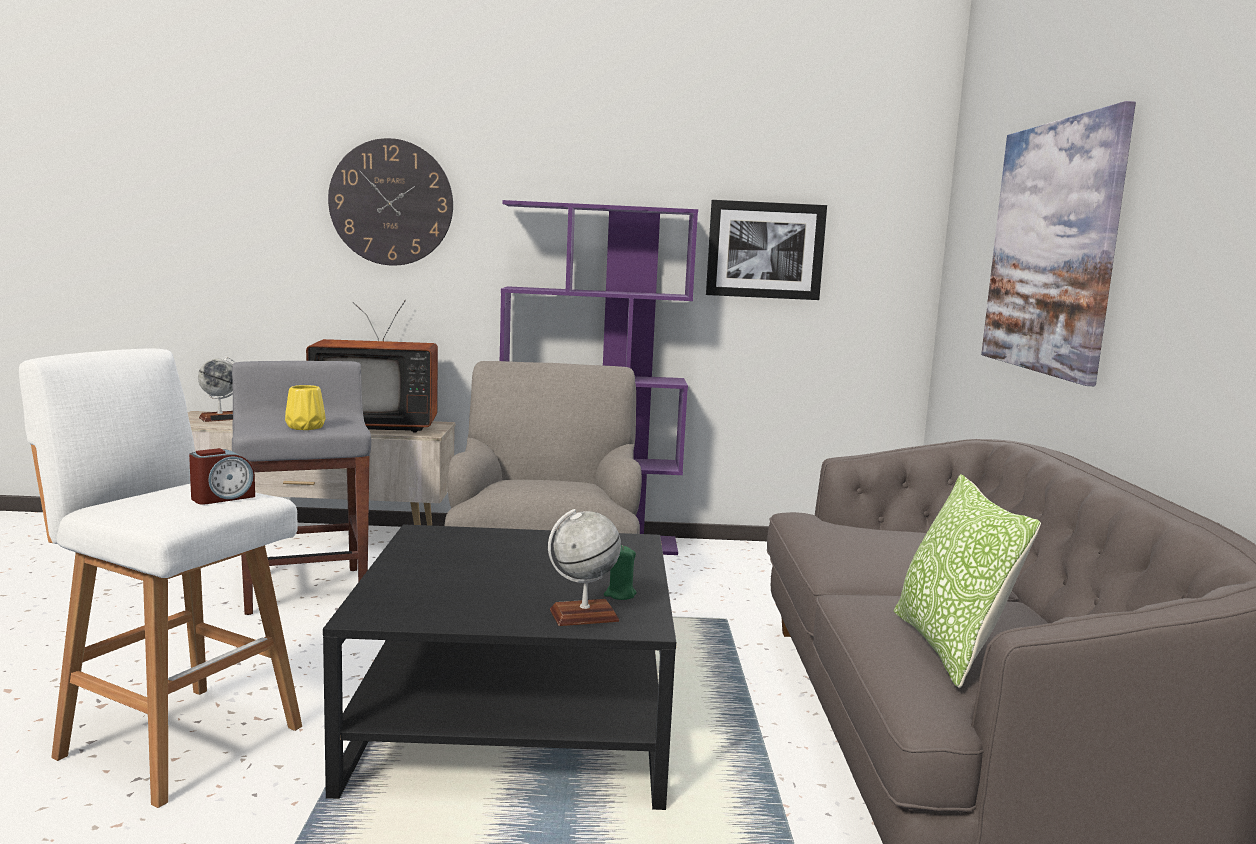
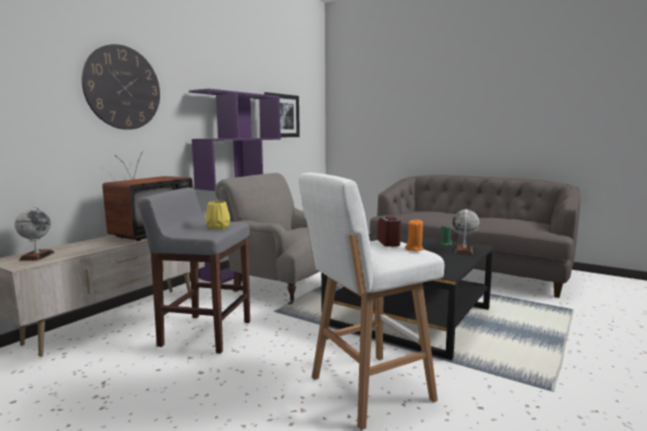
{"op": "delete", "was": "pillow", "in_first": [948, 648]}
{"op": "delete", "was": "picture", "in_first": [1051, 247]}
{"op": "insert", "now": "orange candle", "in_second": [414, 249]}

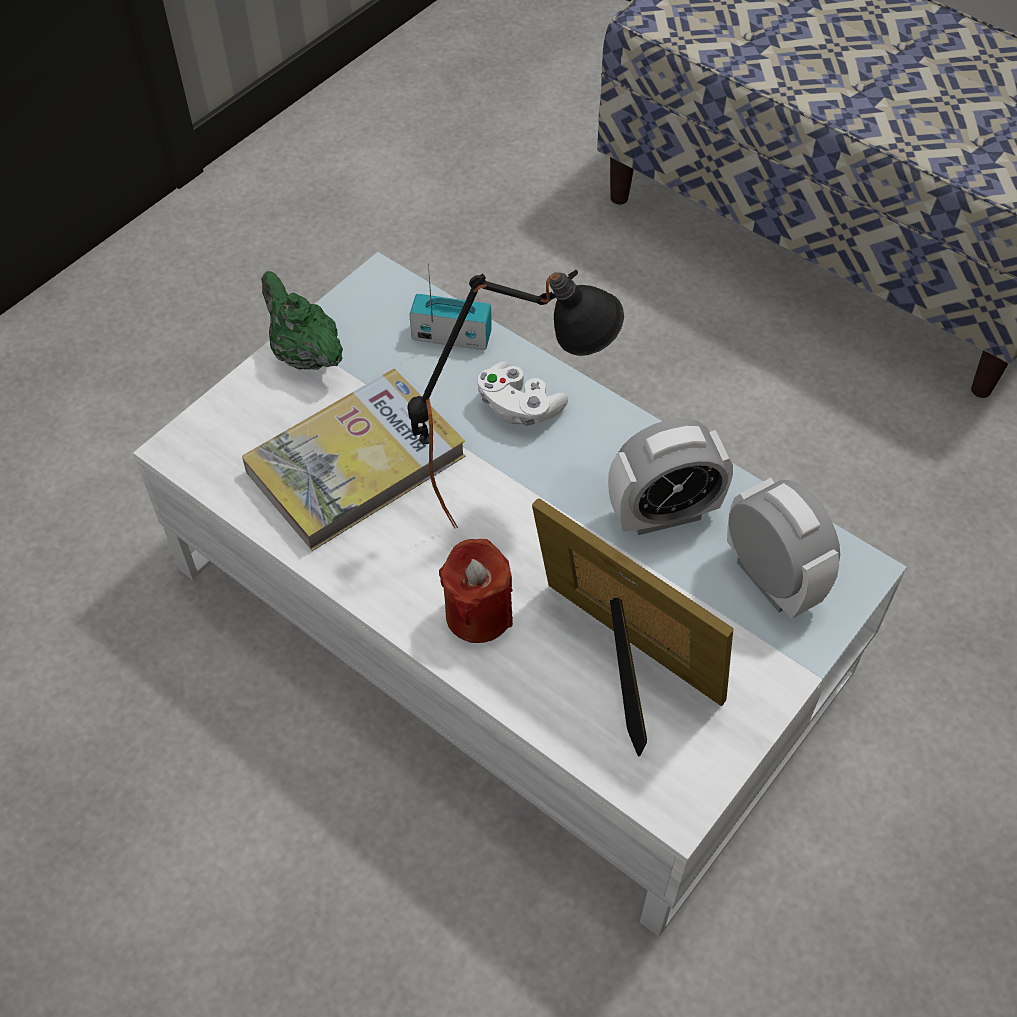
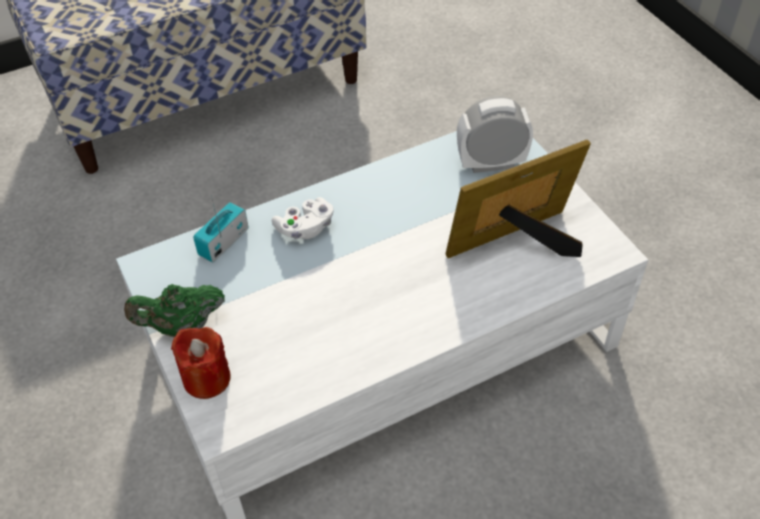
{"op": "delete", "was": "book", "in_first": [356, 463]}
{"op": "delete", "was": "black table lamp", "in_first": [512, 489]}
{"op": "delete", "was": "alarm clock", "in_first": [663, 514]}
{"op": "move", "was": "red candle", "in_first": [478, 614], "in_second": [206, 378]}

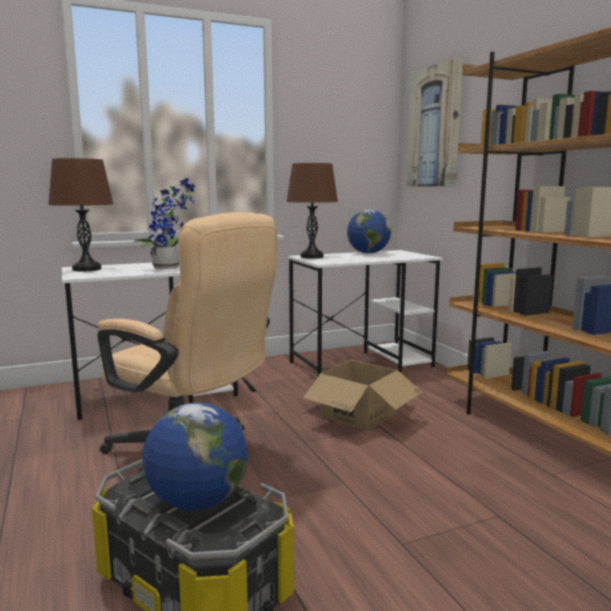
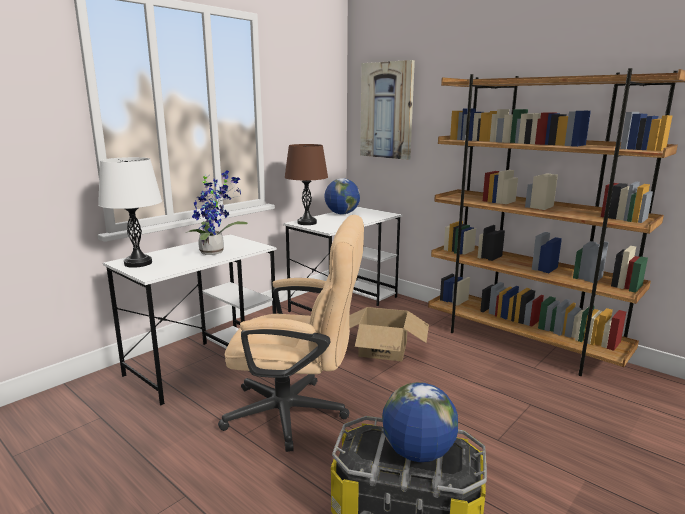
{"op": "recolor", "was": "brown table lamp", "now": "white table lamp", "in_first": [87, 269], "in_second": [138, 263]}

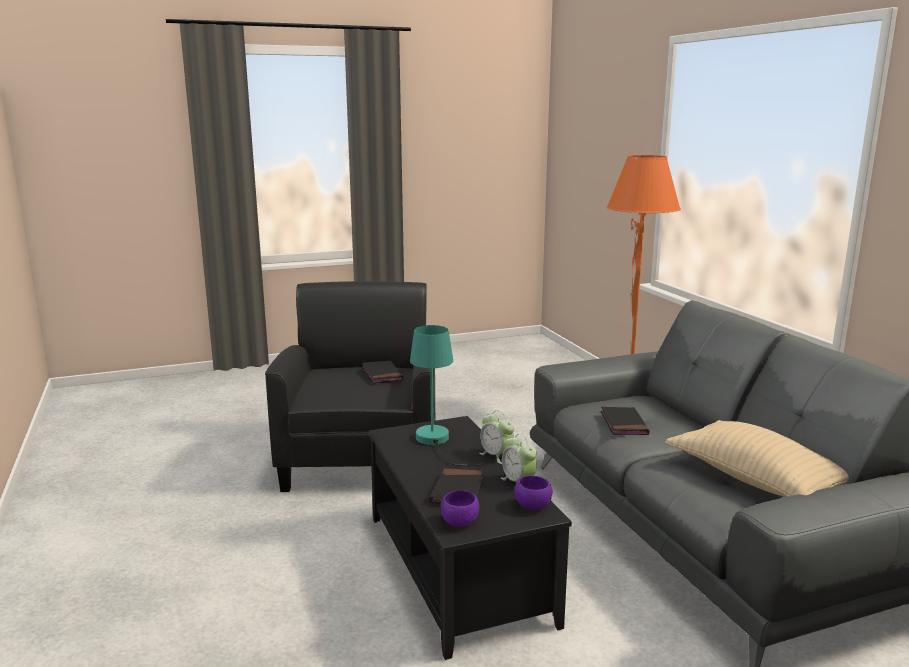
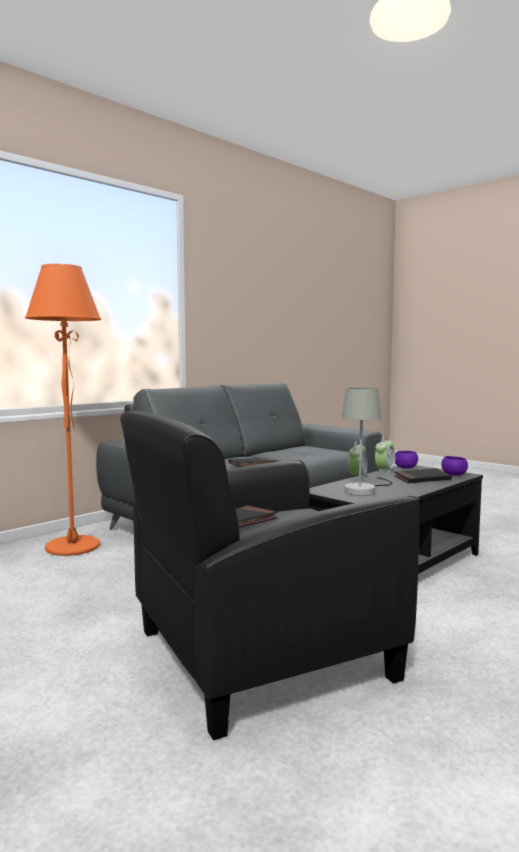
{"op": "delete", "was": "beige pillow", "in_first": [755, 480]}
{"op": "recolor", "was": "turquoise table lamp", "now": "grey table lamp", "in_first": [436, 442], "in_second": [365, 490]}

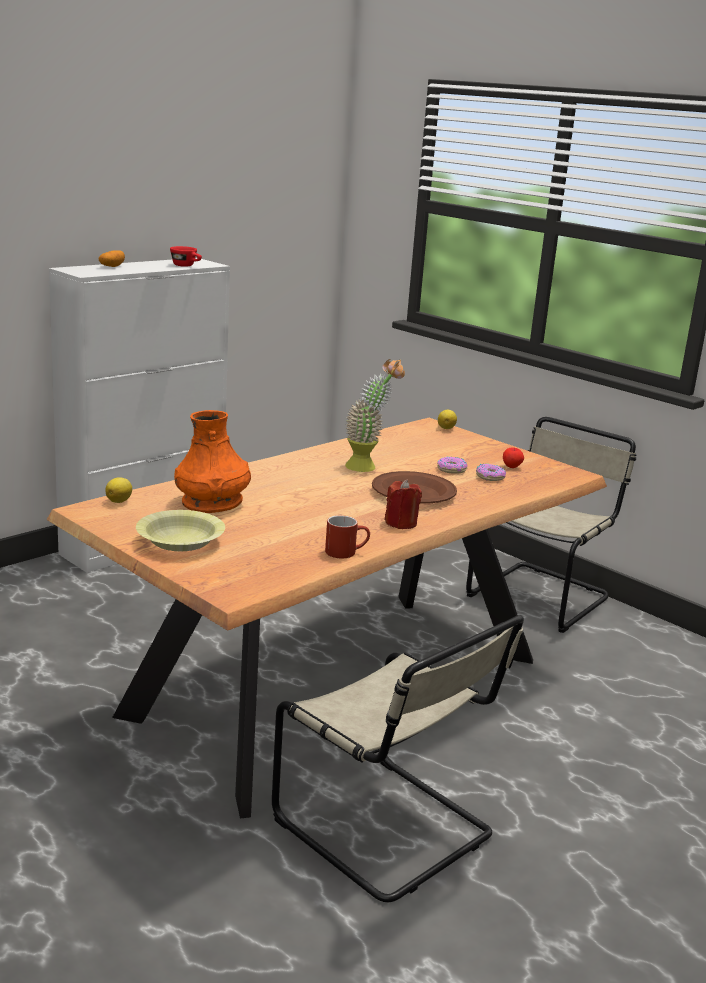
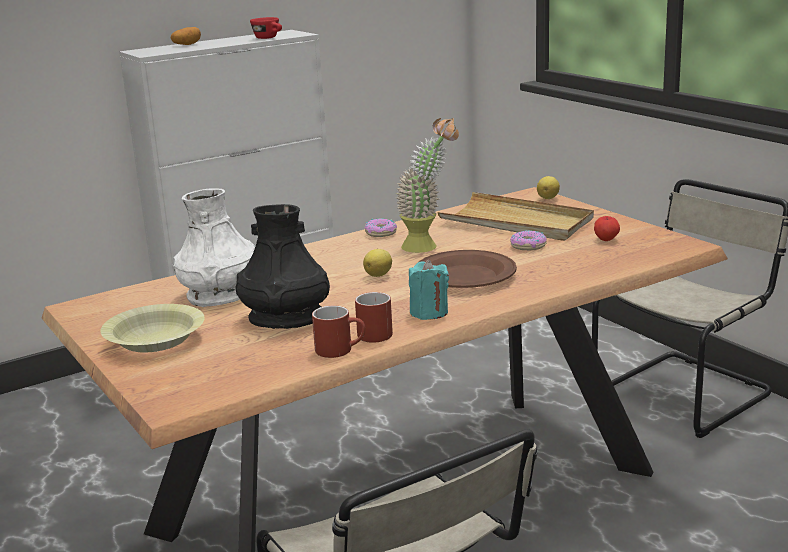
{"op": "insert", "now": "black vase", "in_second": [286, 318]}
{"op": "insert", "now": "red mug", "in_second": [371, 332]}
{"op": "insert", "now": "beige tray", "in_second": [516, 222]}
{"op": "move", "was": "lemon", "in_first": [119, 501], "in_second": [379, 275]}
{"op": "move", "was": "donut", "in_first": [490, 477], "in_second": [381, 233]}
{"op": "recolor", "was": "orange vase", "now": "white vase", "in_first": [212, 503], "in_second": [221, 294]}
{"op": "recolor", "was": "red candle", "now": "turquoise candle", "in_first": [401, 523], "in_second": [429, 312]}

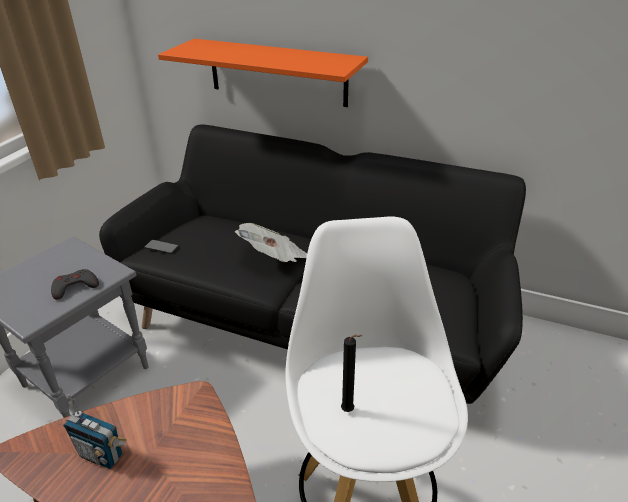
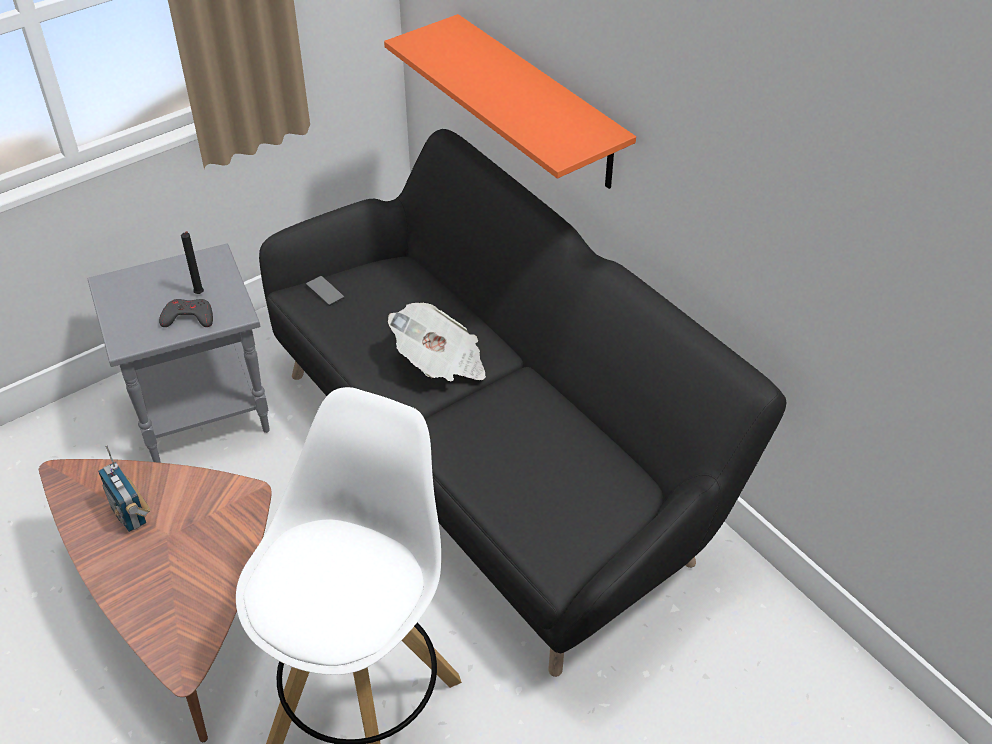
{"op": "move", "was": "black candle", "in_first": [349, 411], "in_second": [200, 294]}

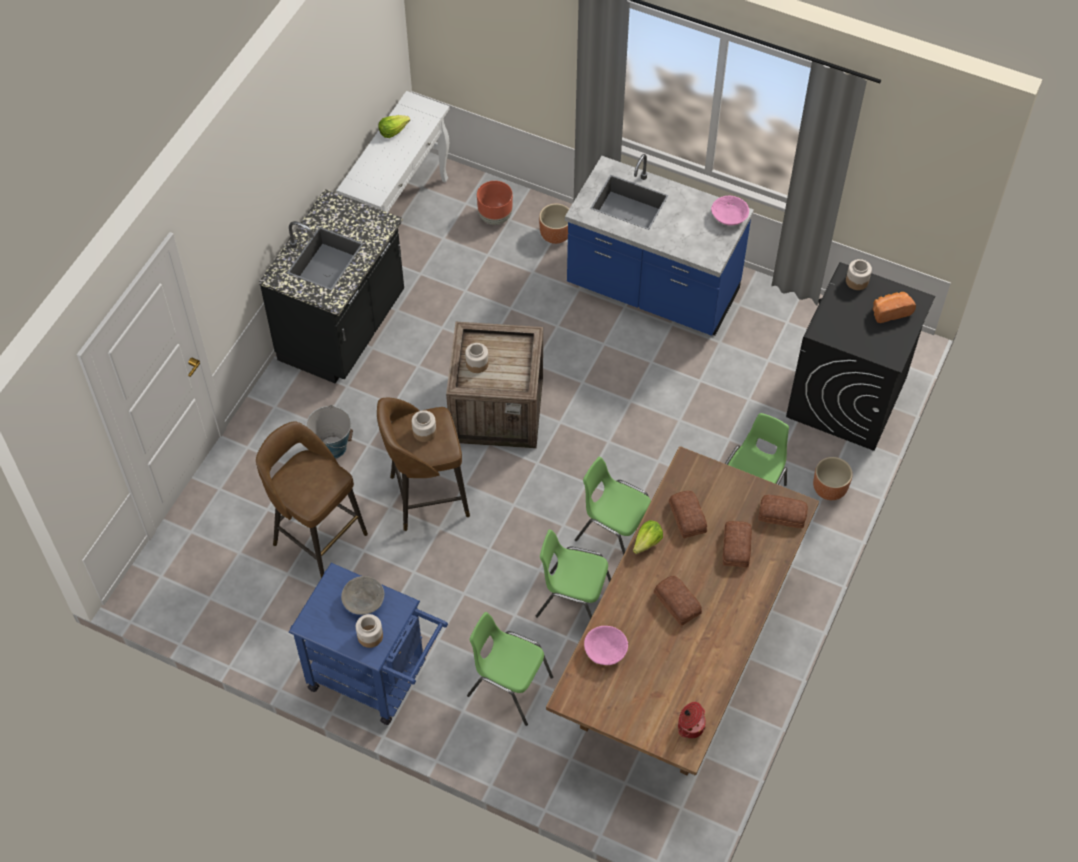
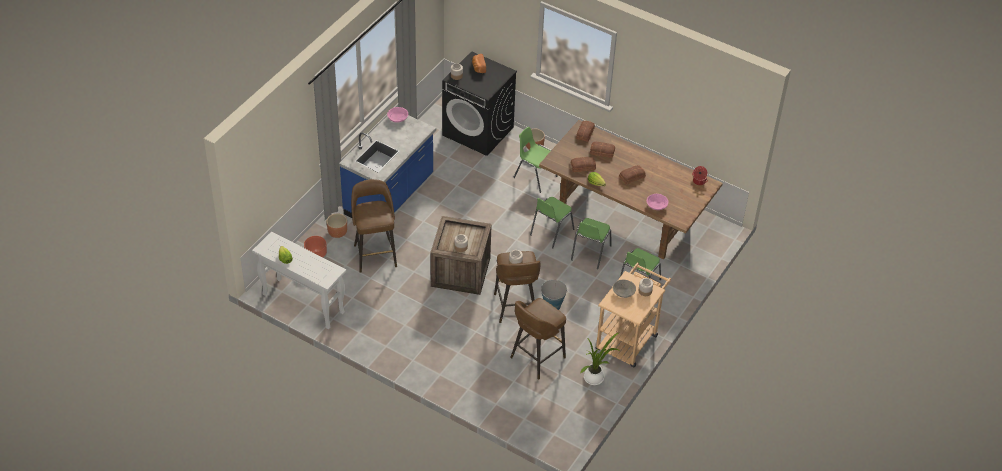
{"op": "delete", "was": "black counter", "in_first": [344, 329]}
{"op": "insert", "now": "brown stool", "in_second": [375, 254]}
{"op": "insert", "now": "potted plant", "in_second": [595, 378]}
{"op": "move", "was": "bucket", "in_first": [332, 447], "in_second": [552, 305]}
{"op": "recolor", "was": "blue cart", "now": "beige cart", "in_first": [376, 678], "in_second": [629, 338]}

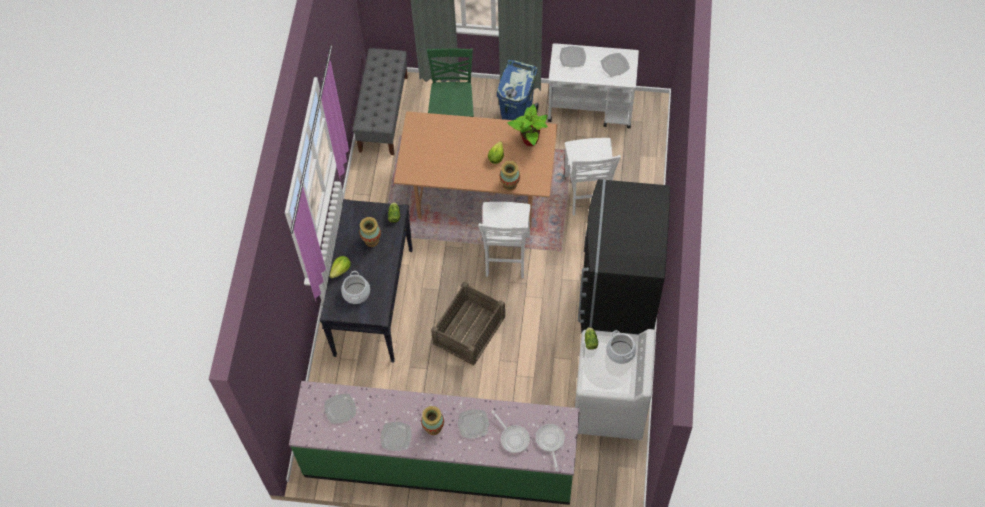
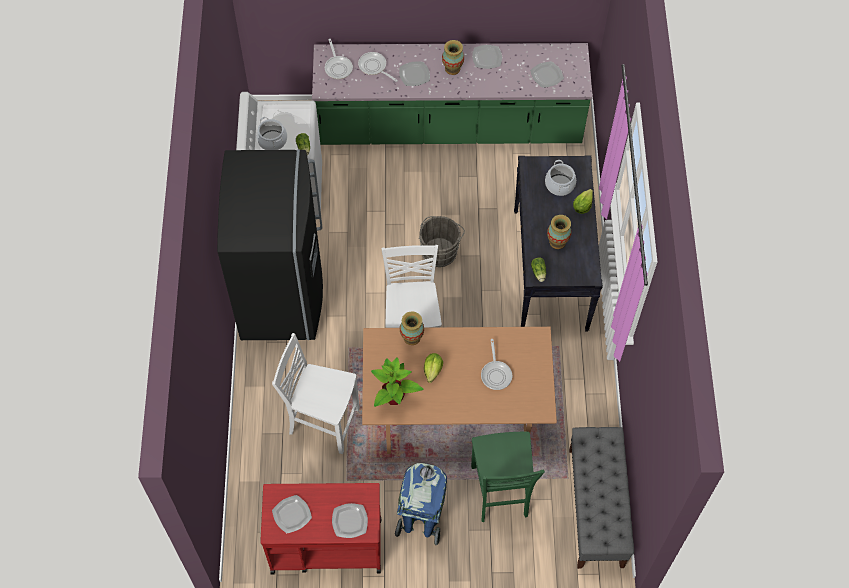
{"op": "insert", "now": "frying pan", "in_second": [496, 374]}
{"op": "replace", "was": "crate", "now": "grey bucket", "in_first": [469, 330], "in_second": [440, 250]}
{"op": "recolor", "was": "white cart", "now": "red cart", "in_first": [591, 108], "in_second": [325, 545]}
{"op": "rotate", "was": "white chair", "in_first": [588, 194], "in_second": [322, 421], "clockwise": -60}

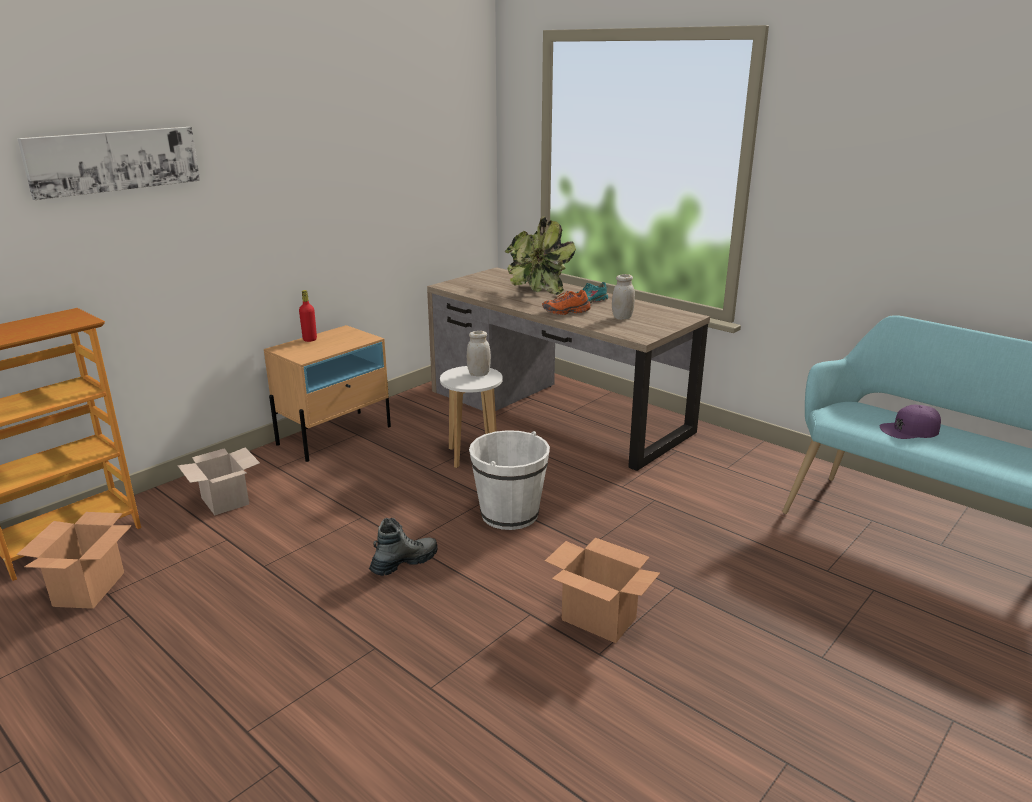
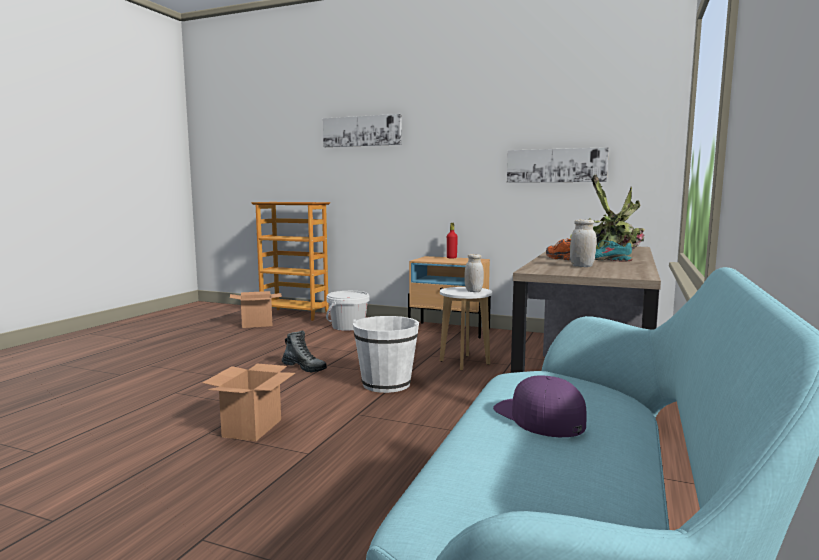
{"op": "insert", "now": "picture", "in_second": [556, 165]}
{"op": "replace", "was": "cardboard box", "now": "white bucket", "in_first": [226, 501], "in_second": [348, 326]}

